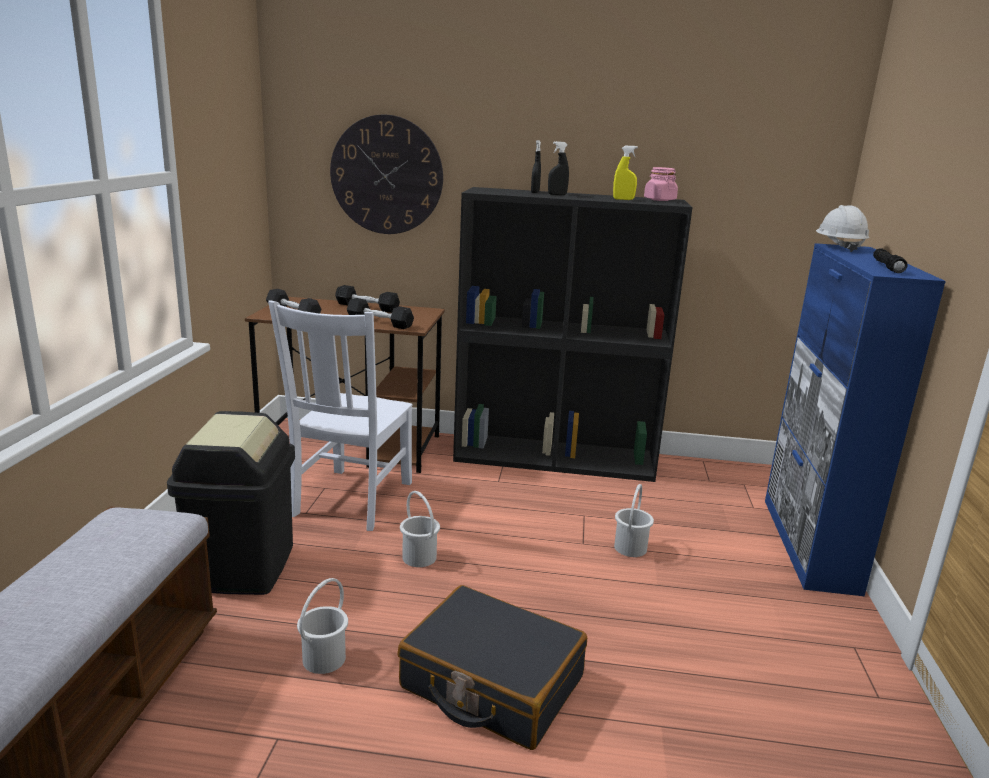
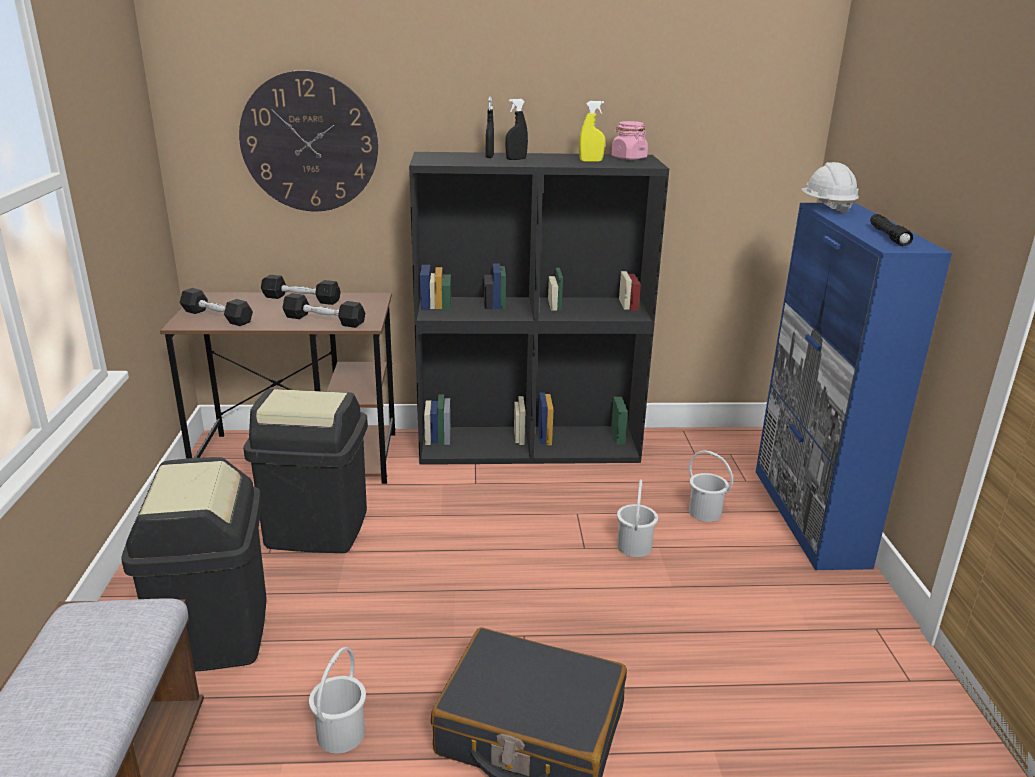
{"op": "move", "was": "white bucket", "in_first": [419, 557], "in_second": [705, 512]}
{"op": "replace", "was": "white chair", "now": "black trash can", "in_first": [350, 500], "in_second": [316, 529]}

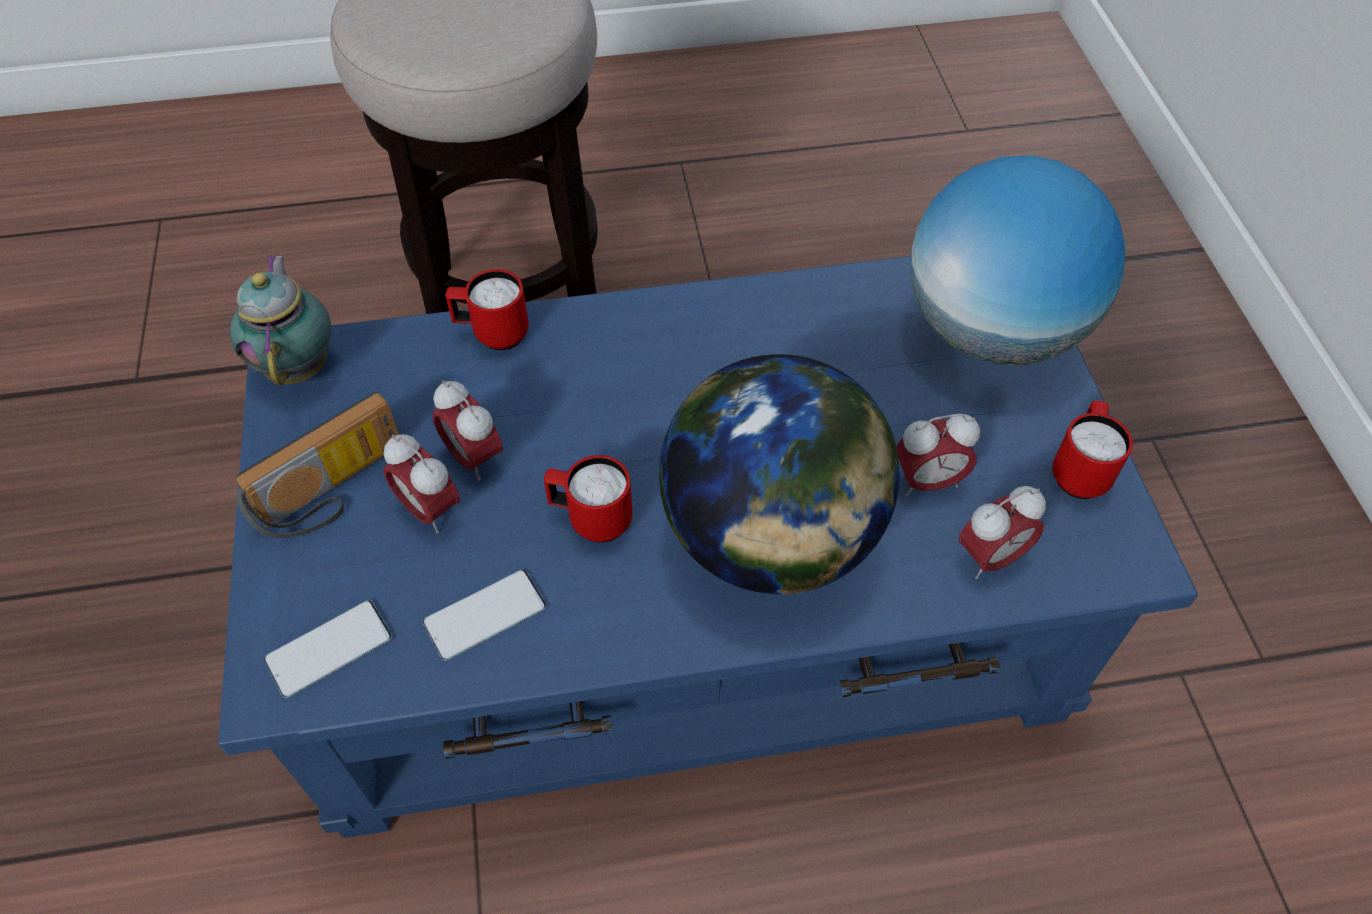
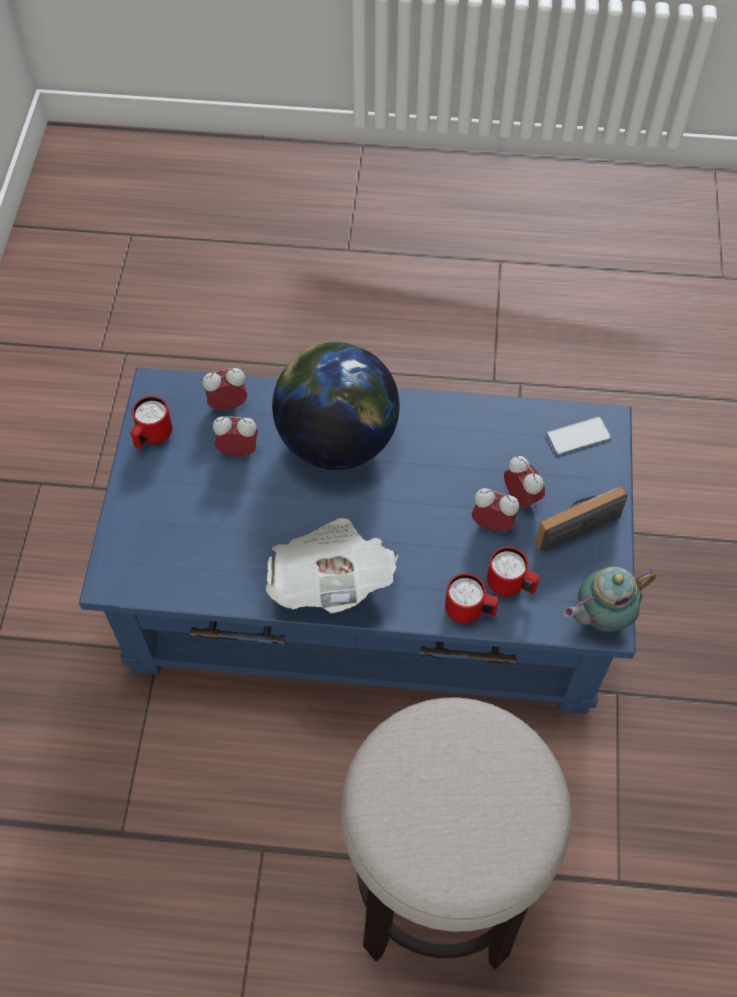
{"op": "delete", "was": "phone", "in_first": [485, 615]}
{"op": "delete", "was": "globe", "in_first": [993, 331]}
{"op": "insert", "now": "newspaper", "in_second": [331, 580]}
{"op": "move", "was": "red mug", "in_first": [591, 519], "in_second": [510, 586]}
{"op": "rotate", "was": "teapot", "in_first": [299, 365], "in_second": [600, 617], "clockwise": 60}
{"op": "rotate", "was": "alarm clock", "in_first": [473, 457], "in_second": [492, 524], "clockwise": -45}

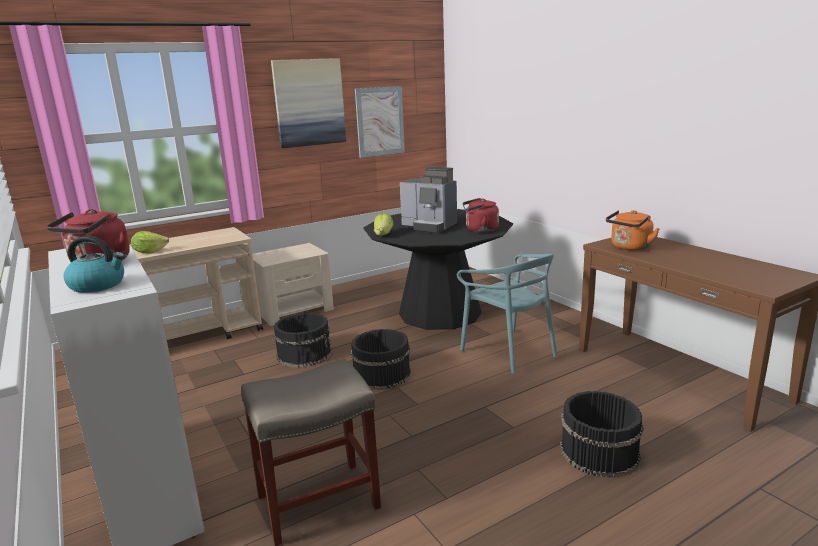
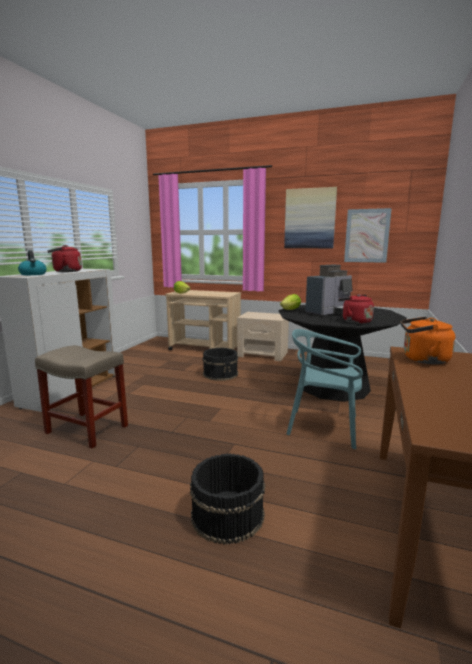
{"op": "delete", "was": "black bucket", "in_first": [381, 374]}
{"op": "rotate", "was": "coffee machine", "in_first": [429, 227], "in_second": [330, 313], "clockwise": -120}
{"op": "rotate", "was": "turquoise chair", "in_first": [509, 351], "in_second": [323, 427], "clockwise": 90}

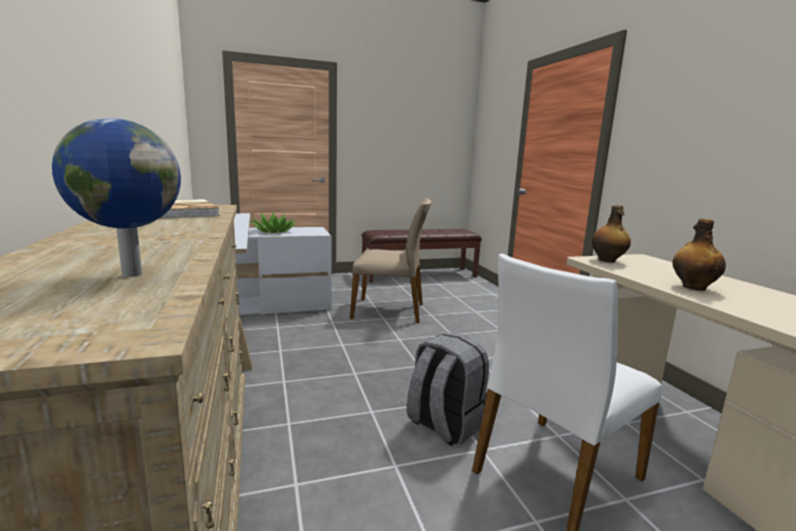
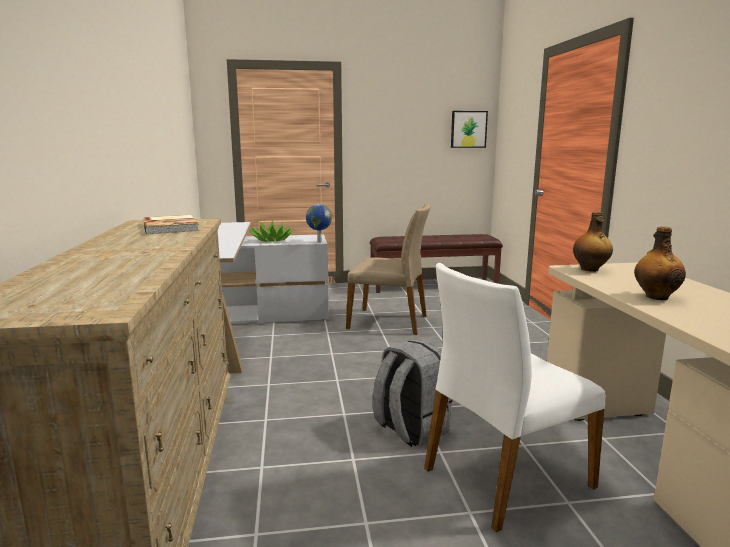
{"op": "insert", "now": "picture", "in_second": [468, 129]}
{"op": "move", "was": "globe", "in_first": [130, 274], "in_second": [319, 242]}

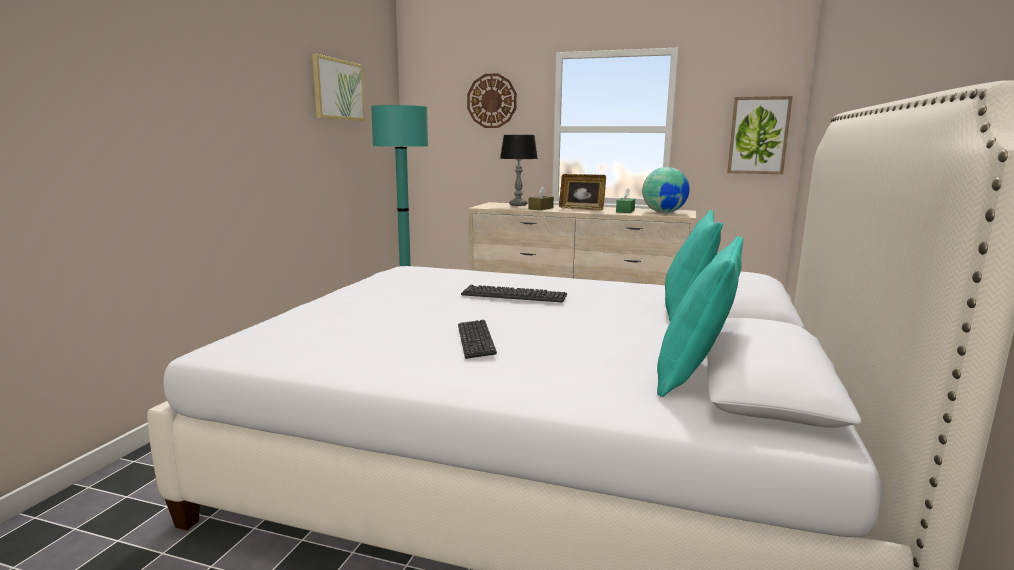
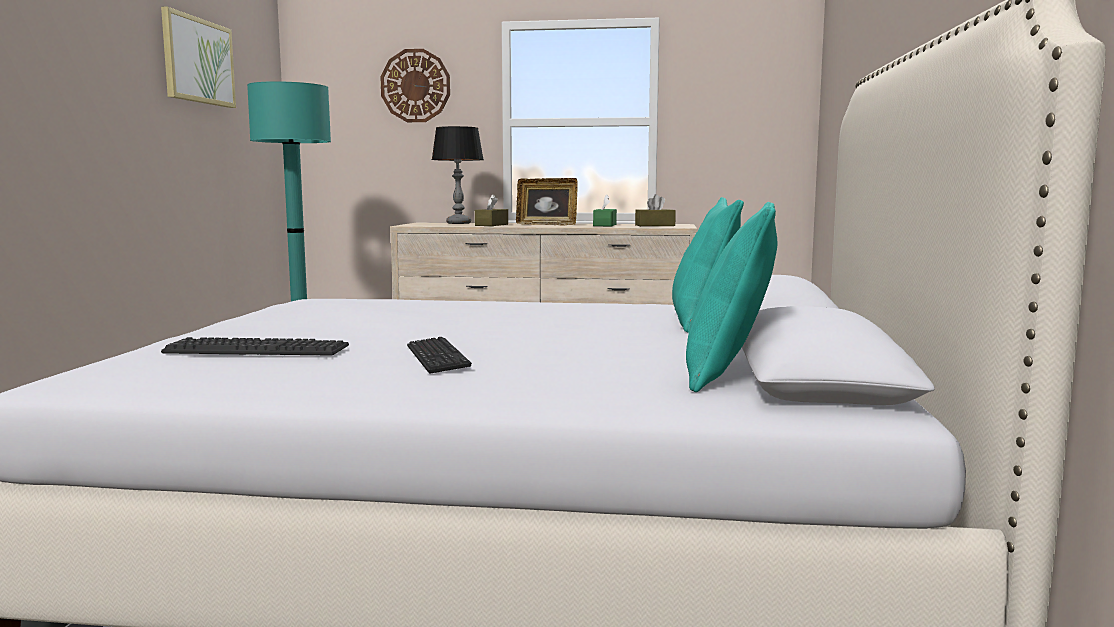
{"op": "delete", "was": "picture", "in_first": [758, 135]}
{"op": "move", "was": "keyboard", "in_first": [514, 295], "in_second": [257, 350]}
{"op": "replace", "was": "globe", "now": "brown tissue box", "in_first": [664, 212], "in_second": [655, 225]}

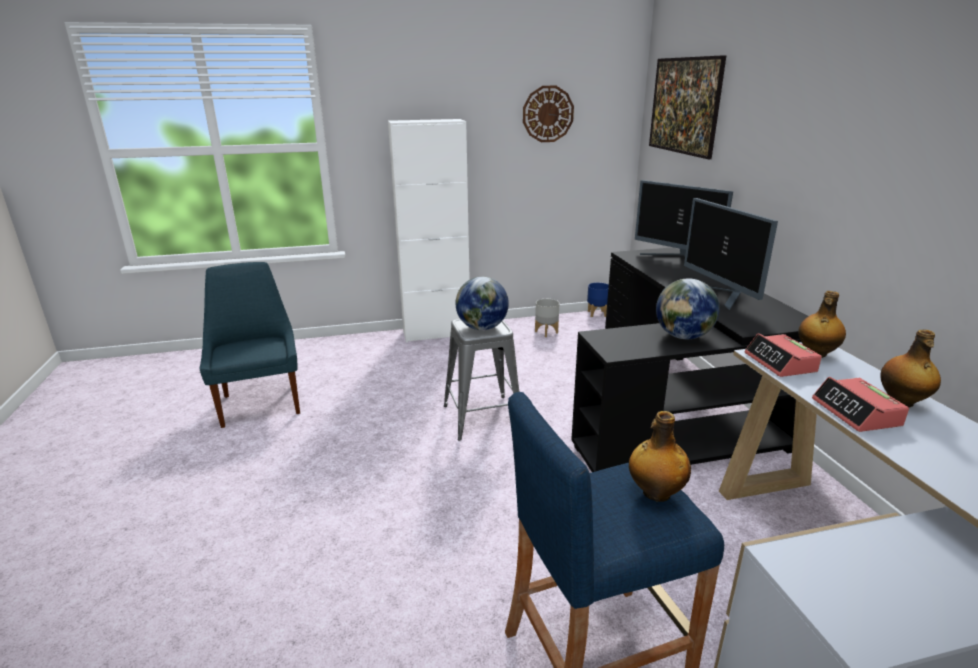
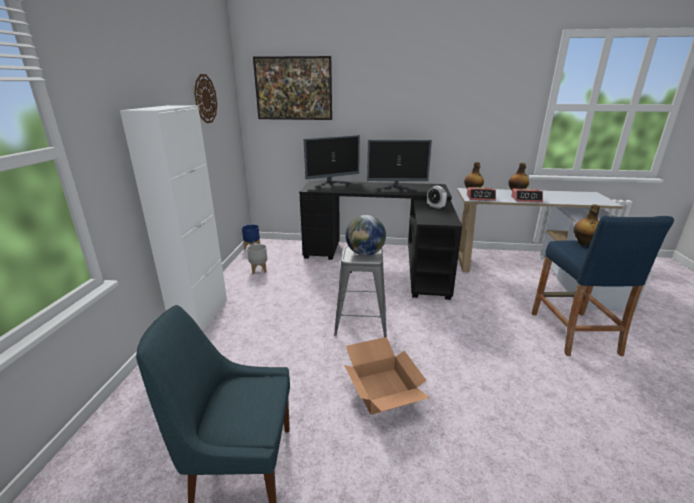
{"op": "insert", "now": "cardboard box", "in_second": [382, 390]}
{"op": "replace", "was": "globe", "now": "alarm clock", "in_first": [683, 336], "in_second": [435, 207]}

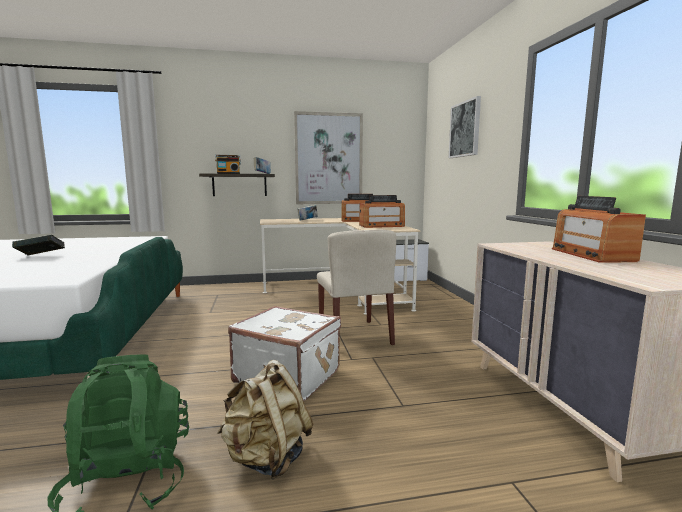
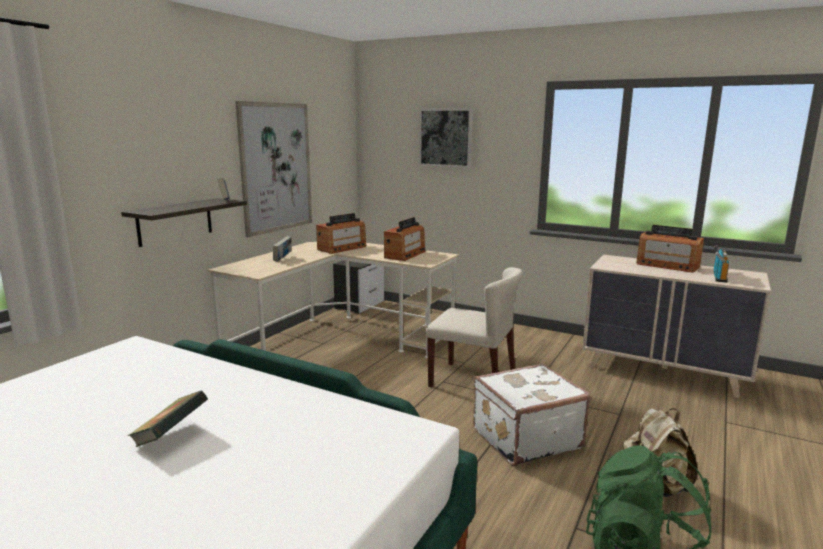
{"op": "move", "was": "radio", "in_first": [228, 173], "in_second": [718, 277]}

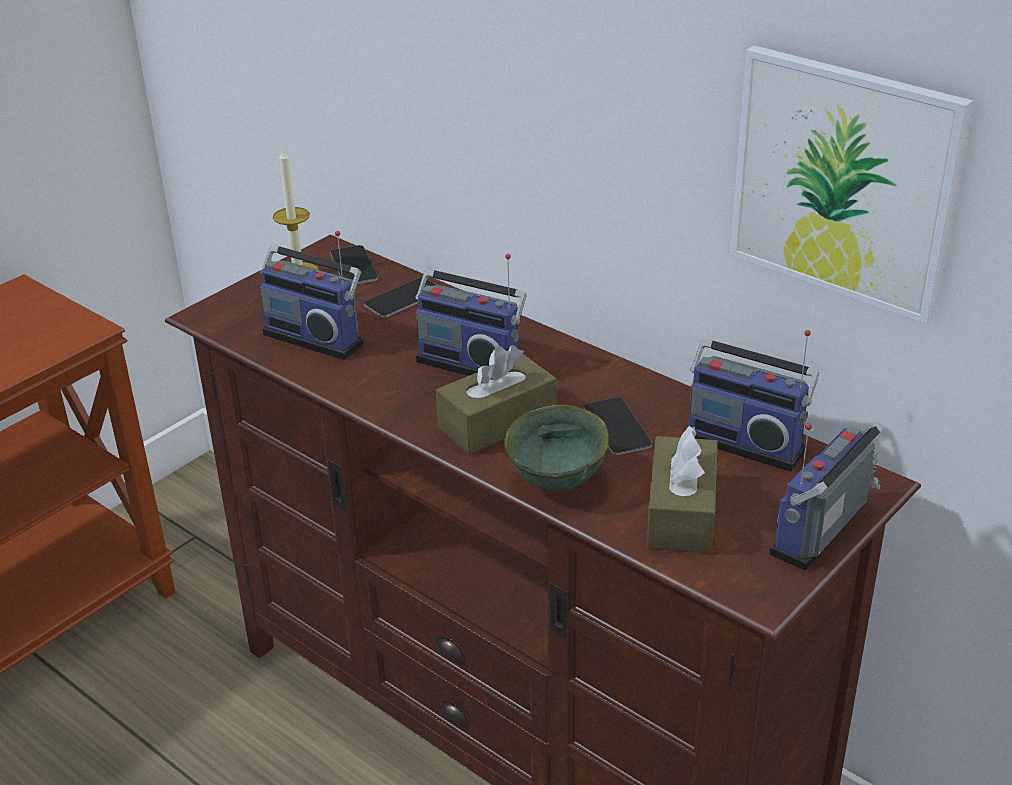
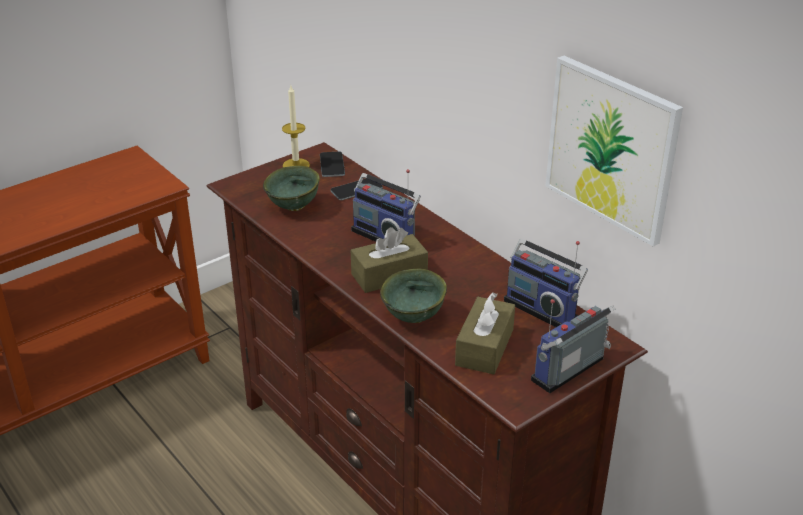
{"op": "delete", "was": "phone", "in_first": [617, 427]}
{"op": "replace", "was": "radio", "now": "green bowl", "in_first": [316, 337], "in_second": [294, 207]}

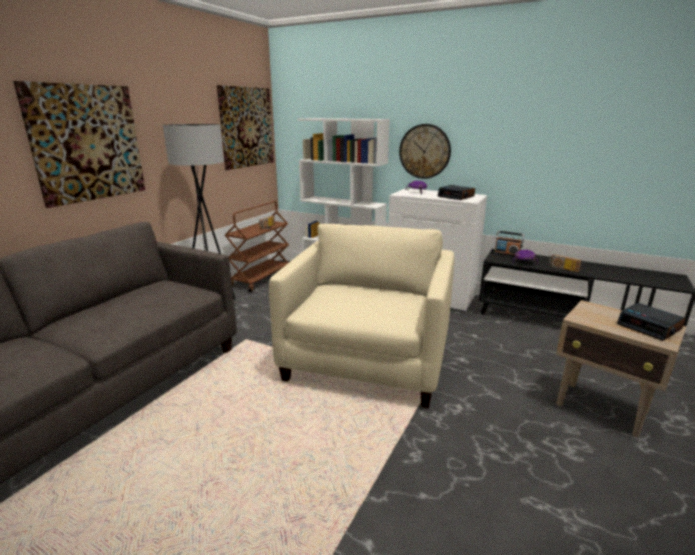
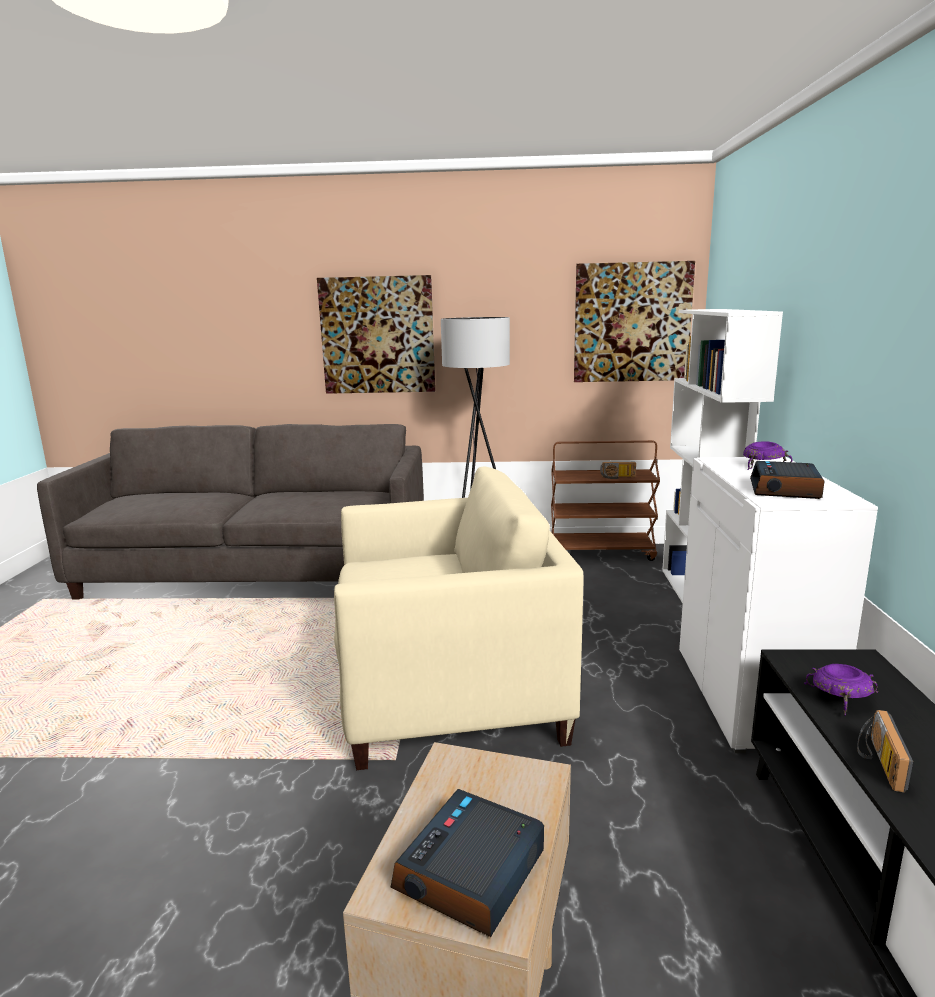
{"op": "delete", "was": "wall clock", "in_first": [424, 151]}
{"op": "delete", "was": "radio", "in_first": [507, 254]}

